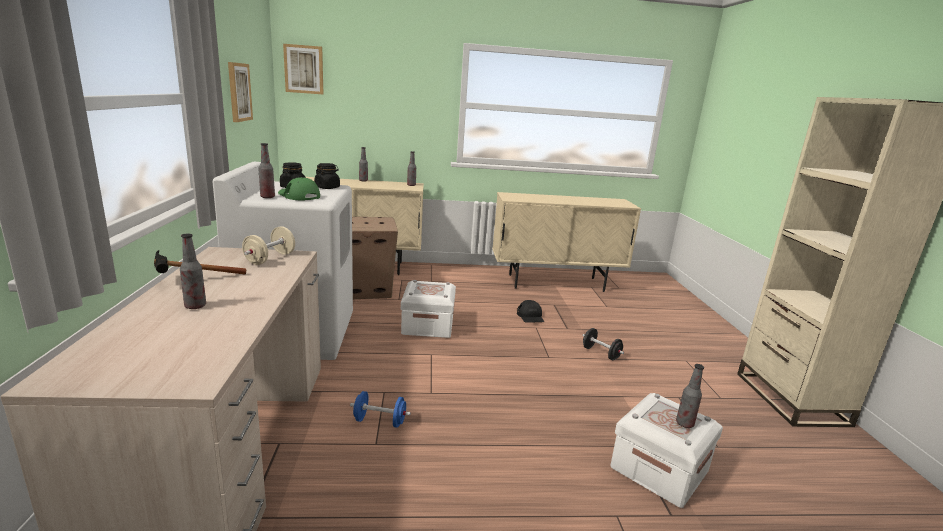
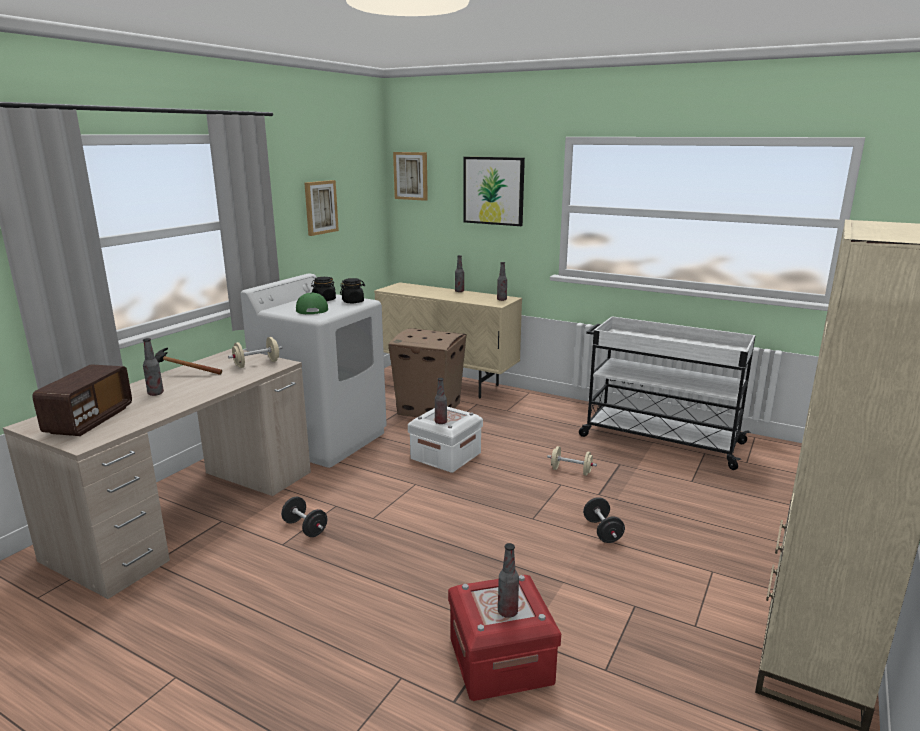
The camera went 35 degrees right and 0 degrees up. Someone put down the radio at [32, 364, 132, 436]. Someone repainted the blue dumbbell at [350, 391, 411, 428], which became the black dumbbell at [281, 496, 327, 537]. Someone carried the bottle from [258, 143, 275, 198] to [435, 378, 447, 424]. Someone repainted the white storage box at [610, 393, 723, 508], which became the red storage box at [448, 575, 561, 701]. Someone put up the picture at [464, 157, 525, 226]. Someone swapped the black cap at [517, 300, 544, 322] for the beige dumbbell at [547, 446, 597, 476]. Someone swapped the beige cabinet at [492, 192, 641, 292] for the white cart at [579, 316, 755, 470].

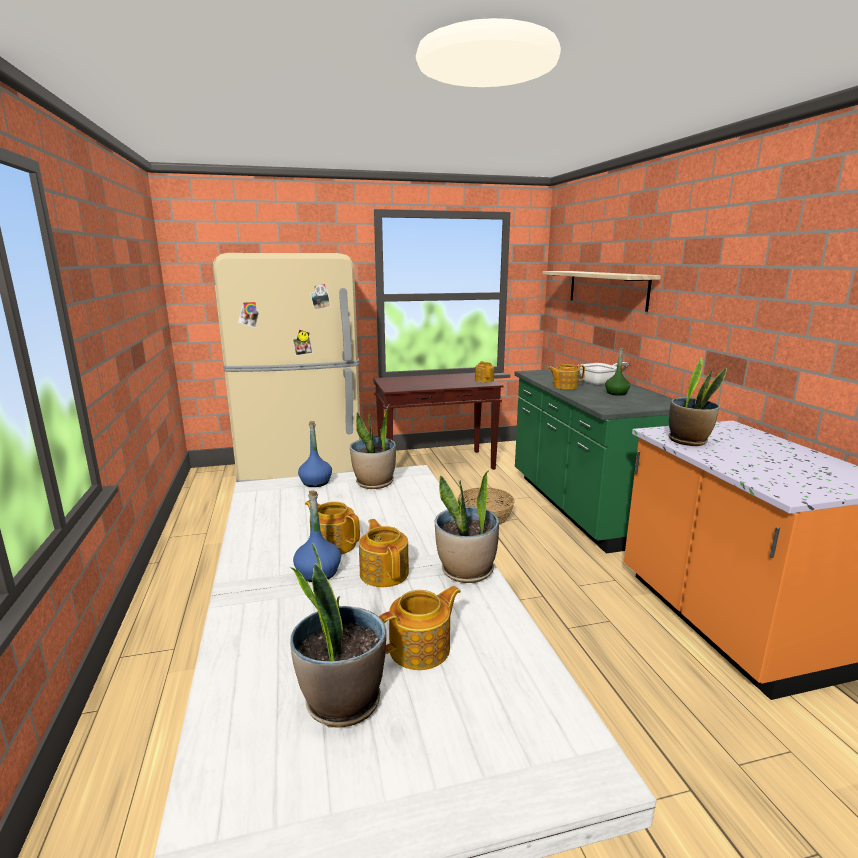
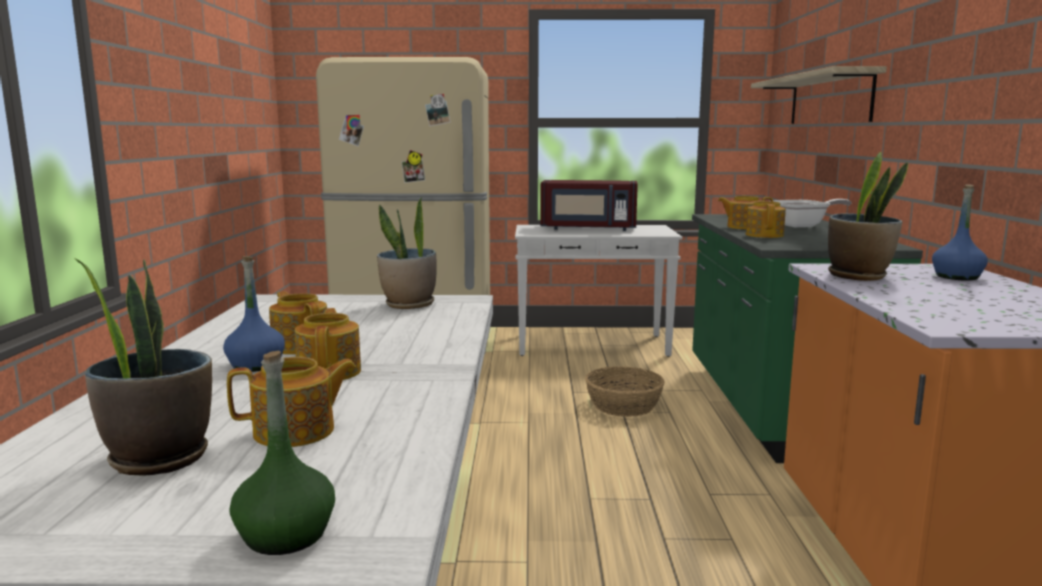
The camera went 15 degrees right and 5 degrees down. Someone carried the green bottle from [605, 348, 630, 396] to [229, 351, 335, 555]. Someone repainted the brown console table at [373, 373, 504, 470], which became the white console table at [515, 225, 682, 357]. Someone put down the red microwave at [540, 180, 638, 231]. Someone carried the teapot from [475, 361, 494, 382] to [746, 201, 786, 238]. Someone carried the blue bottle from [298, 421, 332, 487] to [932, 184, 988, 281]. Someone took away the potted plant at [435, 471, 499, 583].

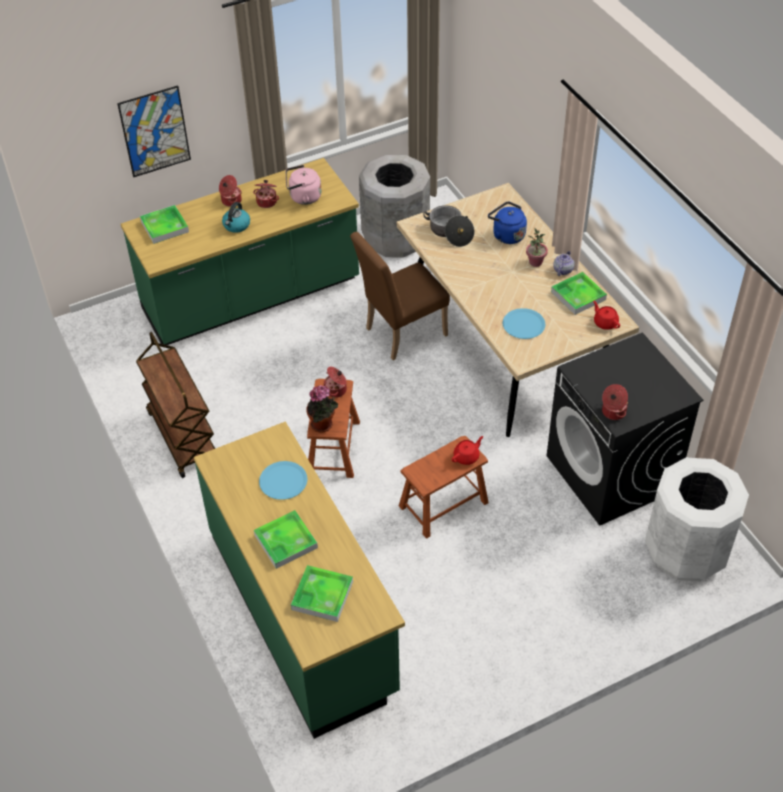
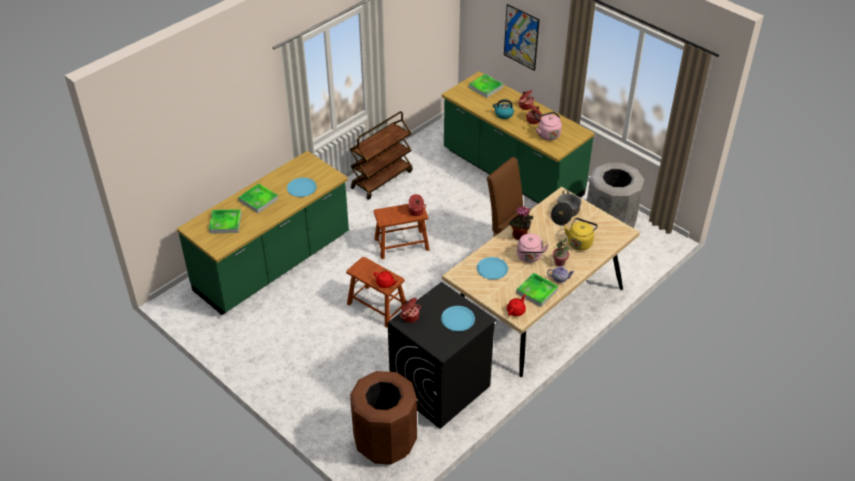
The camera went 70 degrees right and 5 degrees down. Someone repainted the white trash can at [645, 458, 749, 581], which became the brown trash can at [350, 371, 417, 464]. Someone put down the blue plate at [441, 306, 475, 331]. Someone carried the potted plant from [306, 385, 338, 433] to [508, 206, 533, 240]. Someone put down the pink kettle at [517, 234, 549, 263]. Someone repainted the blue kettle at [488, 201, 527, 244], which became the yellow kettle at [564, 218, 598, 250].

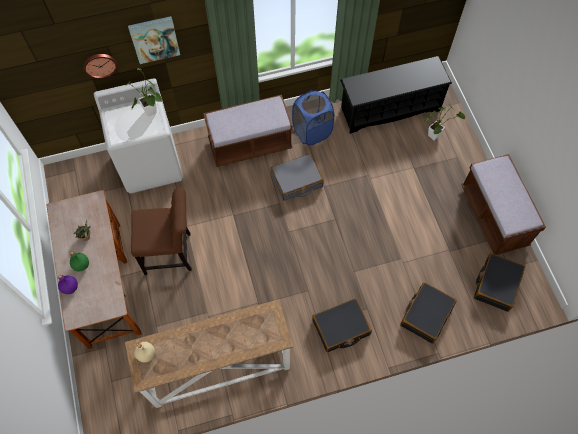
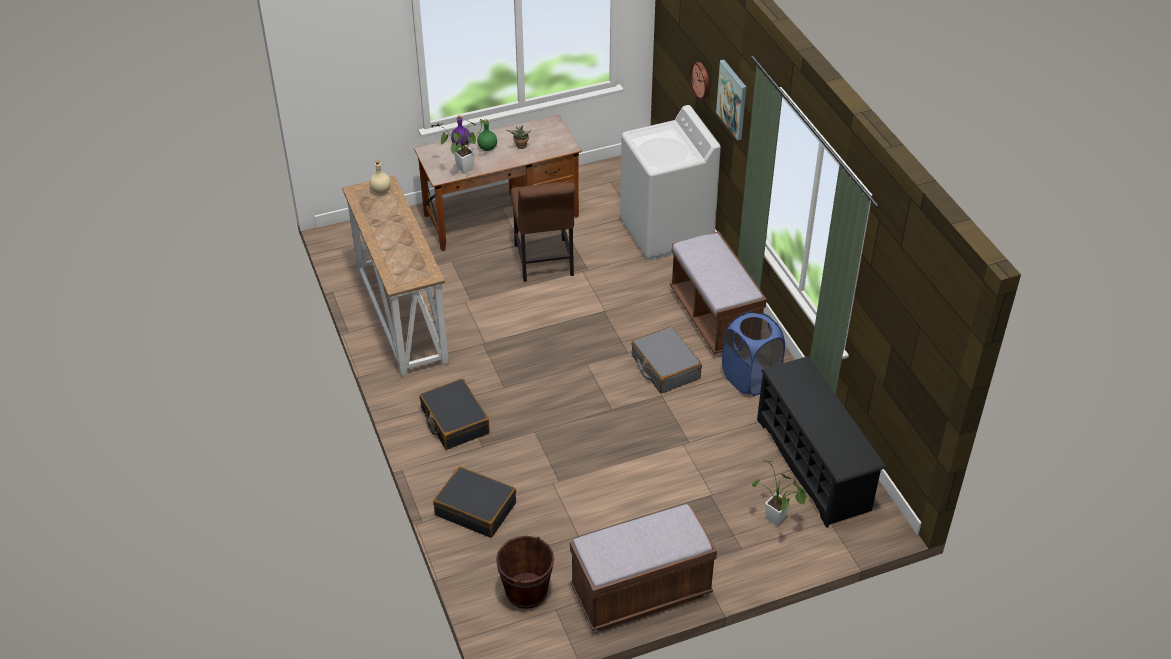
The camera went 85 degrees right and 20 degrees down. Someone carried the potted plant from [125, 68, 162, 117] to [431, 119, 488, 174]. Someone swapped the black suitcase at [474, 253, 525, 312] for the brown bucket at [496, 536, 554, 609].

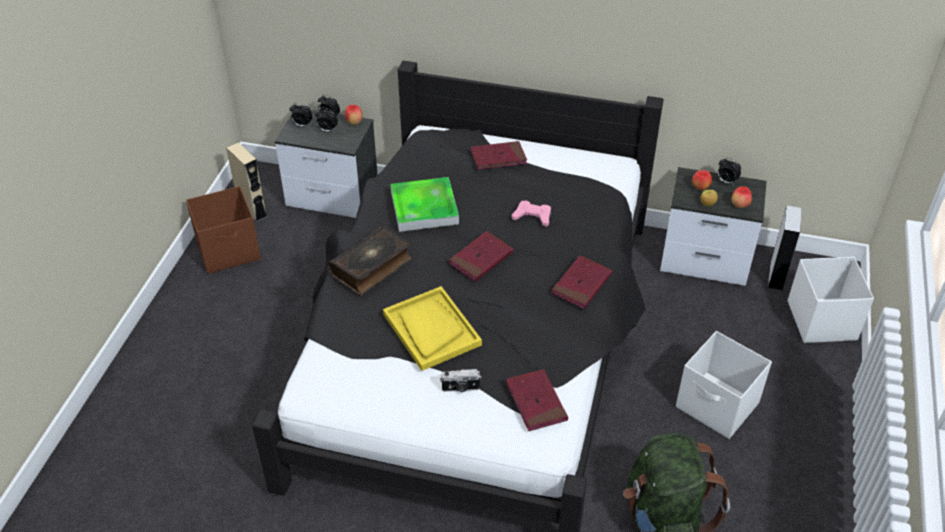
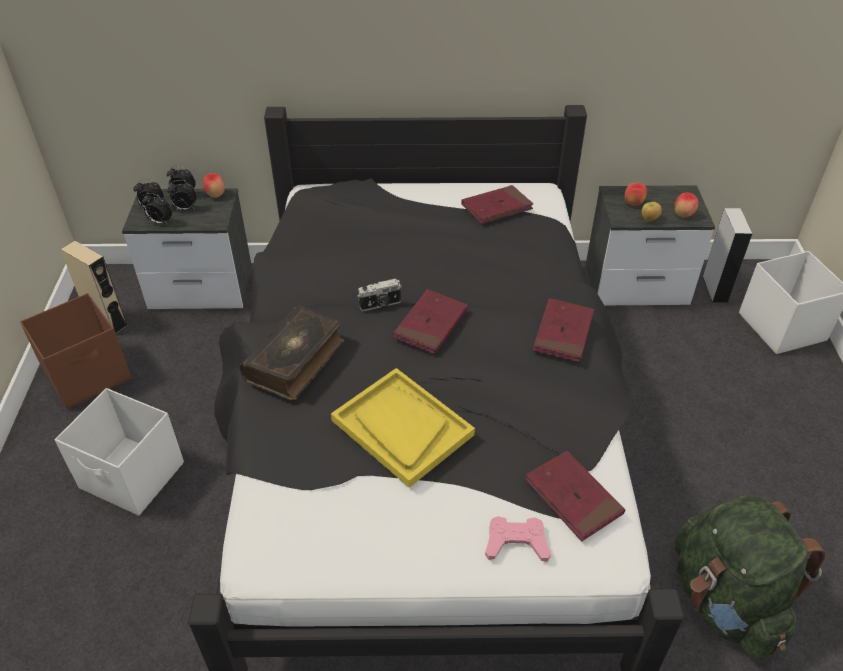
The camera went 15 degrees left and 0 degrees up. Someone carried the white storage box from [676, 331, 772, 439] to [55, 388, 184, 516]. Someone carried the alarm clock from [717, 158, 741, 184] to [142, 193, 172, 225]. Someone carried the photo camera from [440, 369, 481, 392] to [357, 279, 402, 311]. Someone carried the red book from [471, 141, 527, 170] to [461, 185, 533, 224]. Someone carried the pink game controller from [512, 201, 551, 226] to [485, 516, 551, 562]. Someone took away the tray at [391, 177, 459, 232].

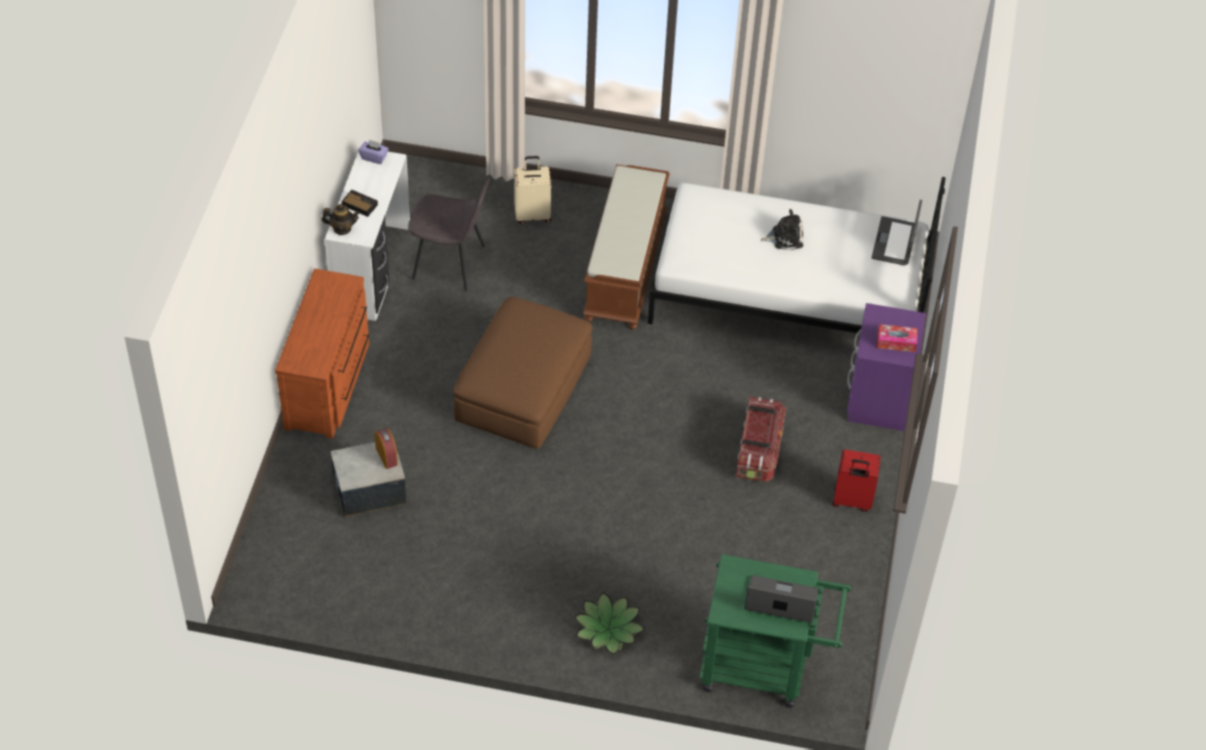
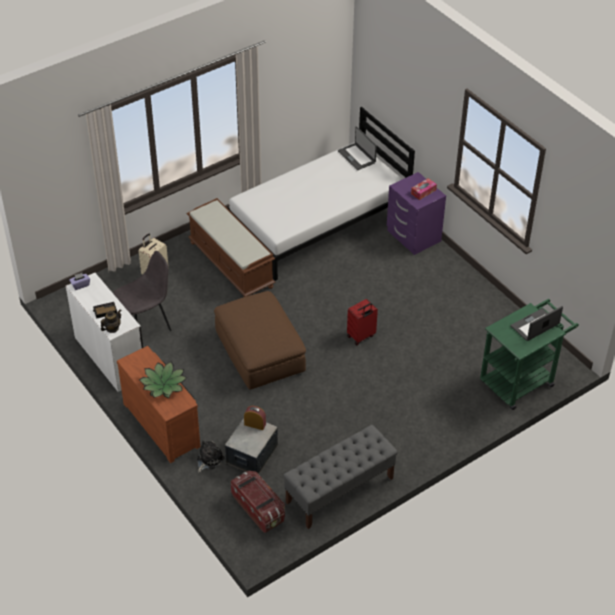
The camera went 45 degrees left and 5 degrees down. Someone carried the potted plant from [574, 592, 645, 654] to [139, 362, 187, 398]. Someone carried the plush toy from [760, 209, 804, 250] to [197, 440, 225, 472]. Someone carried the storage box from [736, 397, 786, 482] to [231, 471, 285, 533]. Someone put down the grey bench at [283, 425, 398, 529]. Someone carried the red suitcase from [832, 450, 881, 512] to [347, 299, 378, 345].

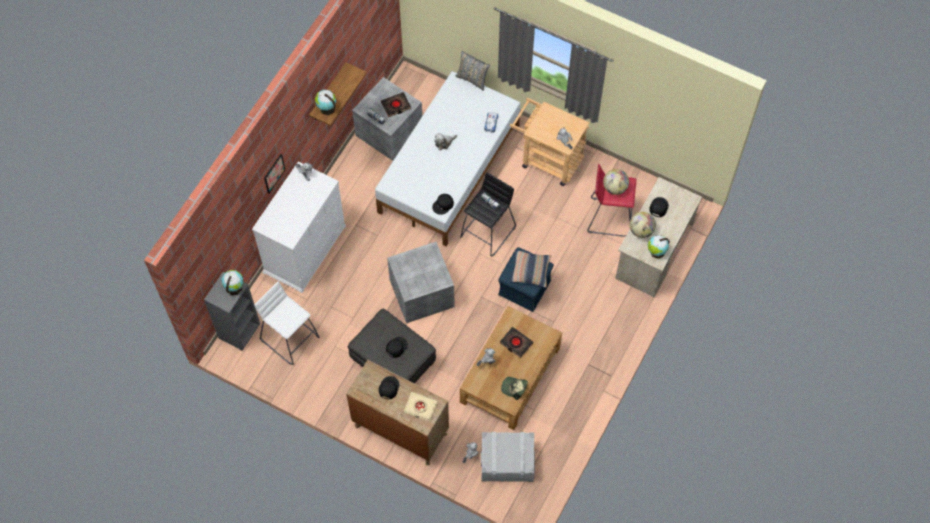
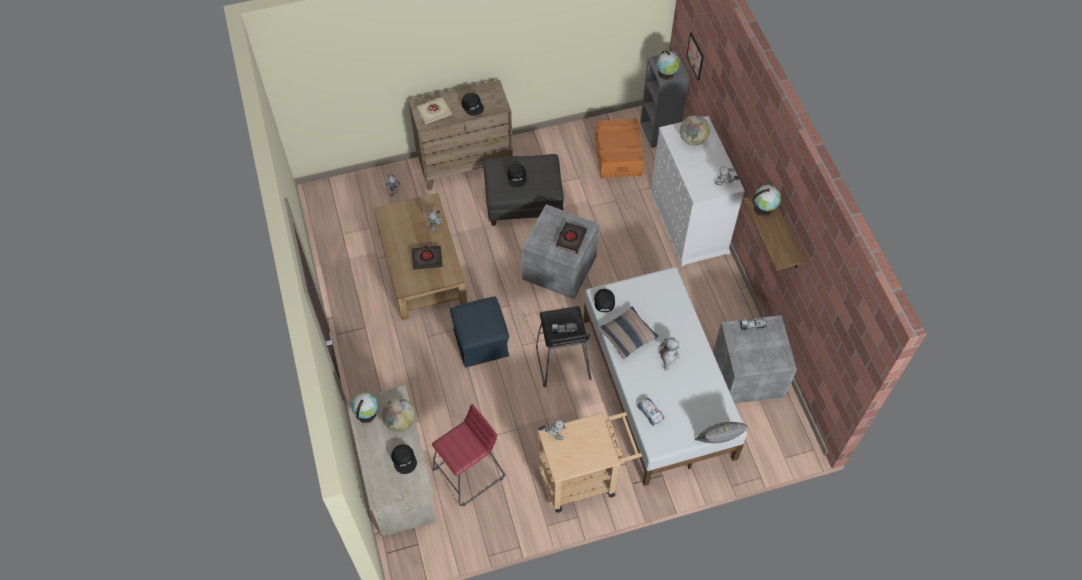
The camera went 135 degrees right and 5 degrees down. Someone carried the black book from [381, 92, 411, 117] to [556, 222, 587, 254]. Someone swapped the white stool at [254, 282, 320, 365] for the orange storage box at [595, 118, 644, 179]. Someone carried the pillow from [509, 250, 551, 288] to [597, 306, 659, 359]. Someone carried the globe from [603, 169, 629, 195] to [680, 115, 710, 146]. Someone carried the picture from [264, 154, 285, 193] to [686, 33, 704, 81]. Someone took away the grey storage box at [481, 432, 535, 482]. Someone took away the cap at [501, 377, 528, 400].

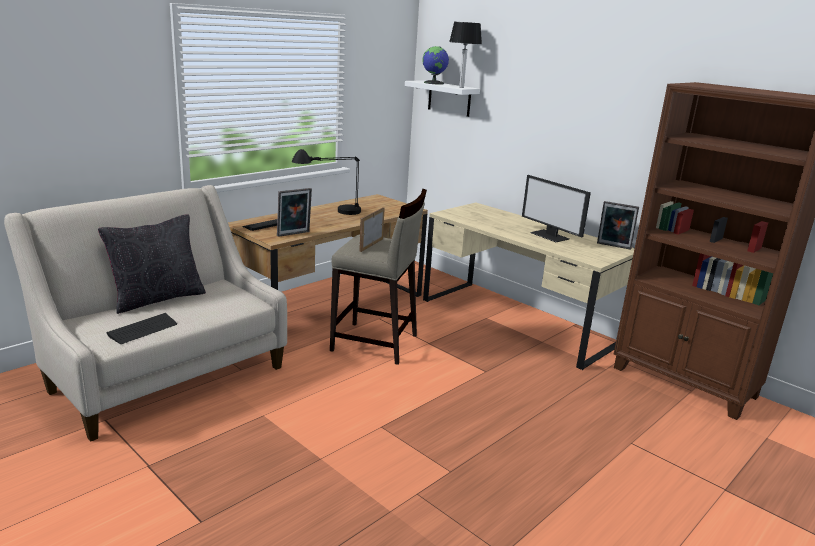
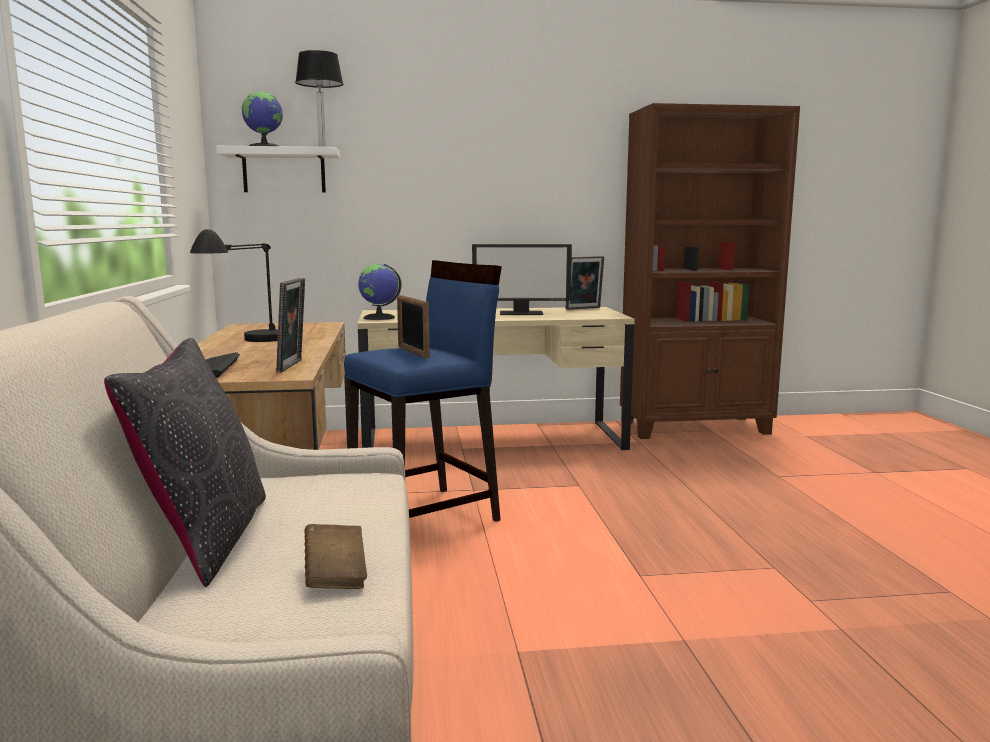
The camera went 50 degrees left and 10 degrees down. Someone swapped the keyboard at [106, 313, 177, 344] for the brown book at [305, 524, 367, 589]. Someone repainted the beige stool at [330, 189, 427, 365], which became the blue stool at [344, 260, 502, 522]. Someone put down the globe at [358, 264, 402, 320].

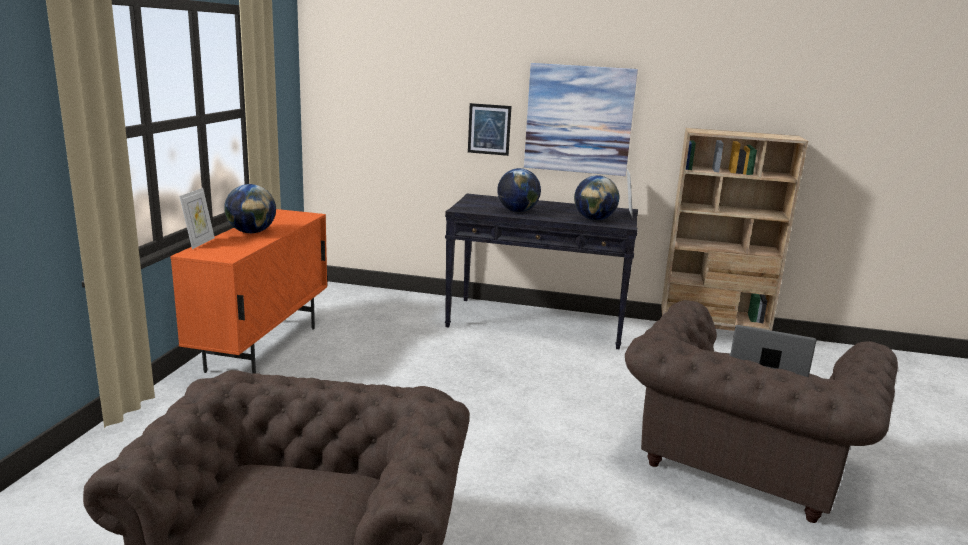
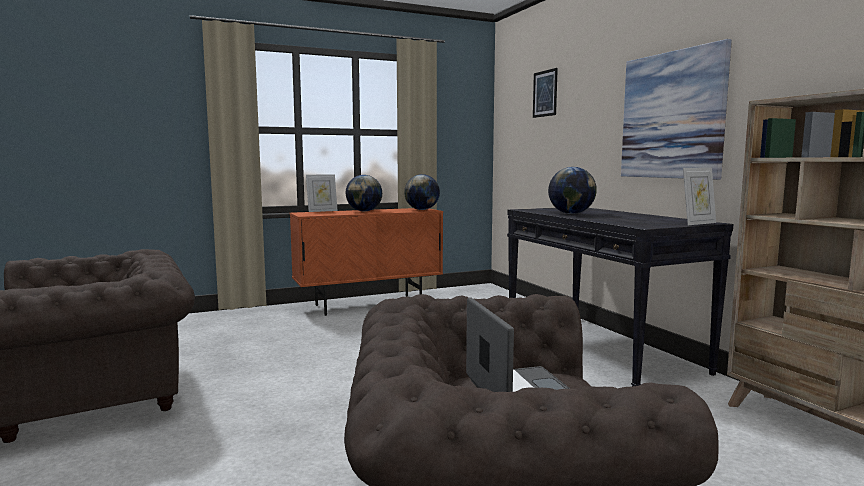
The camera went 55 degrees right and 10 degrees down. Someone carried the globe from [574, 175, 619, 220] to [404, 174, 440, 210]. Someone carried the picture from [468, 103, 511, 156] to [533, 68, 558, 118].

